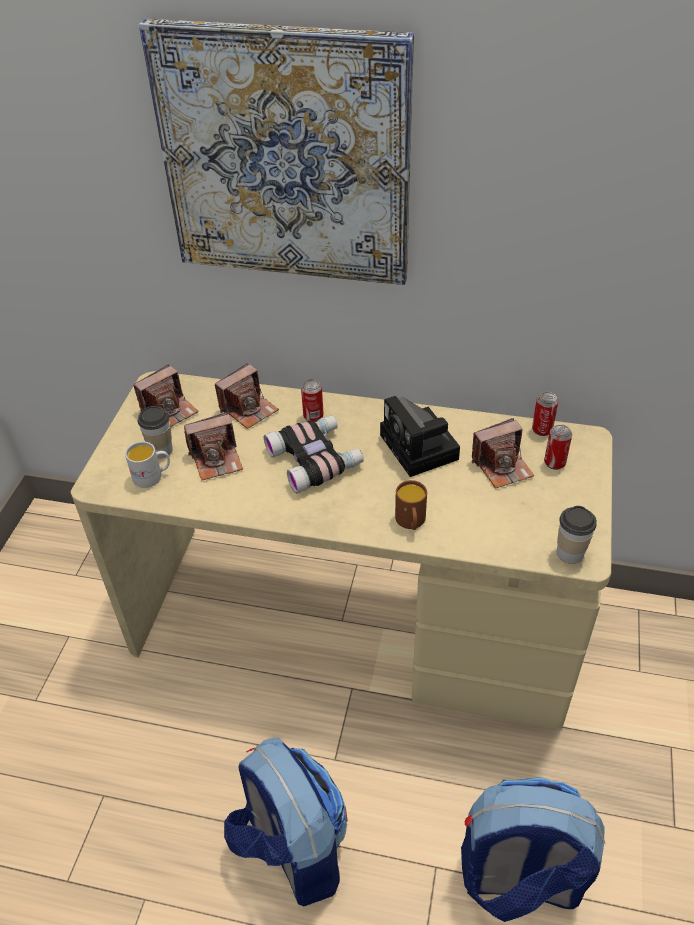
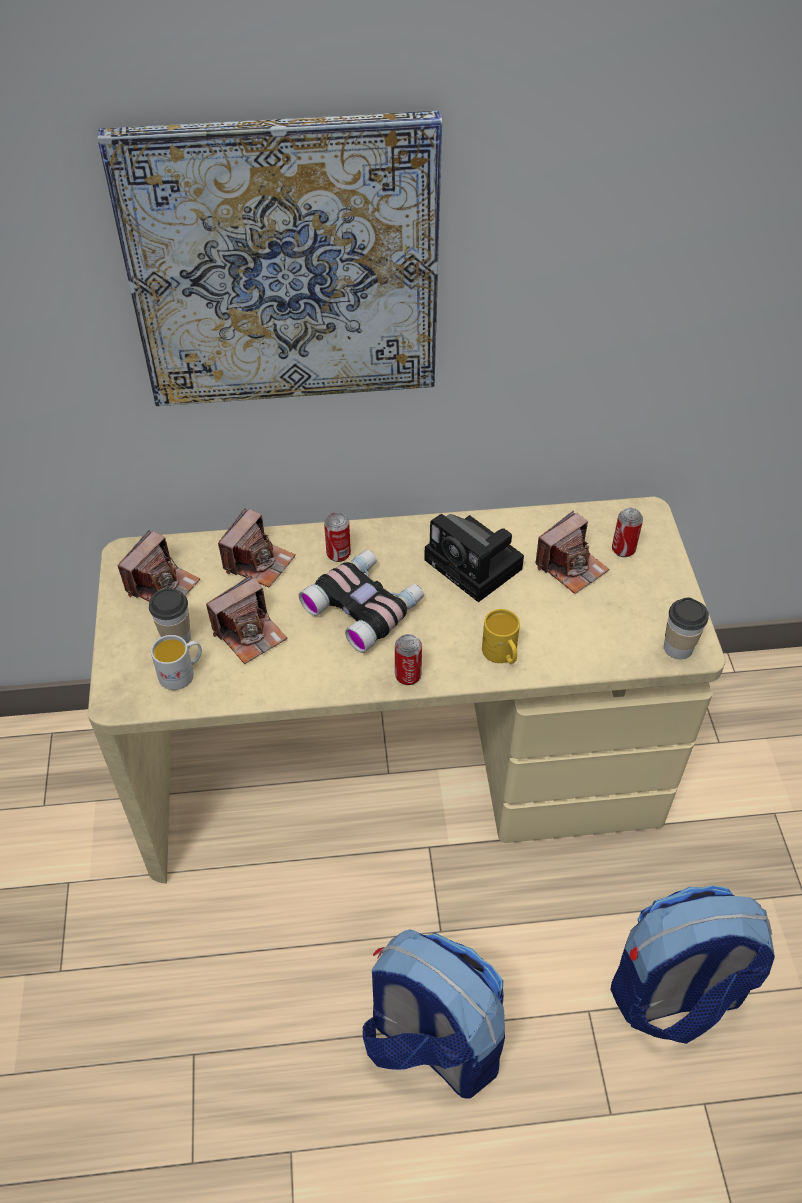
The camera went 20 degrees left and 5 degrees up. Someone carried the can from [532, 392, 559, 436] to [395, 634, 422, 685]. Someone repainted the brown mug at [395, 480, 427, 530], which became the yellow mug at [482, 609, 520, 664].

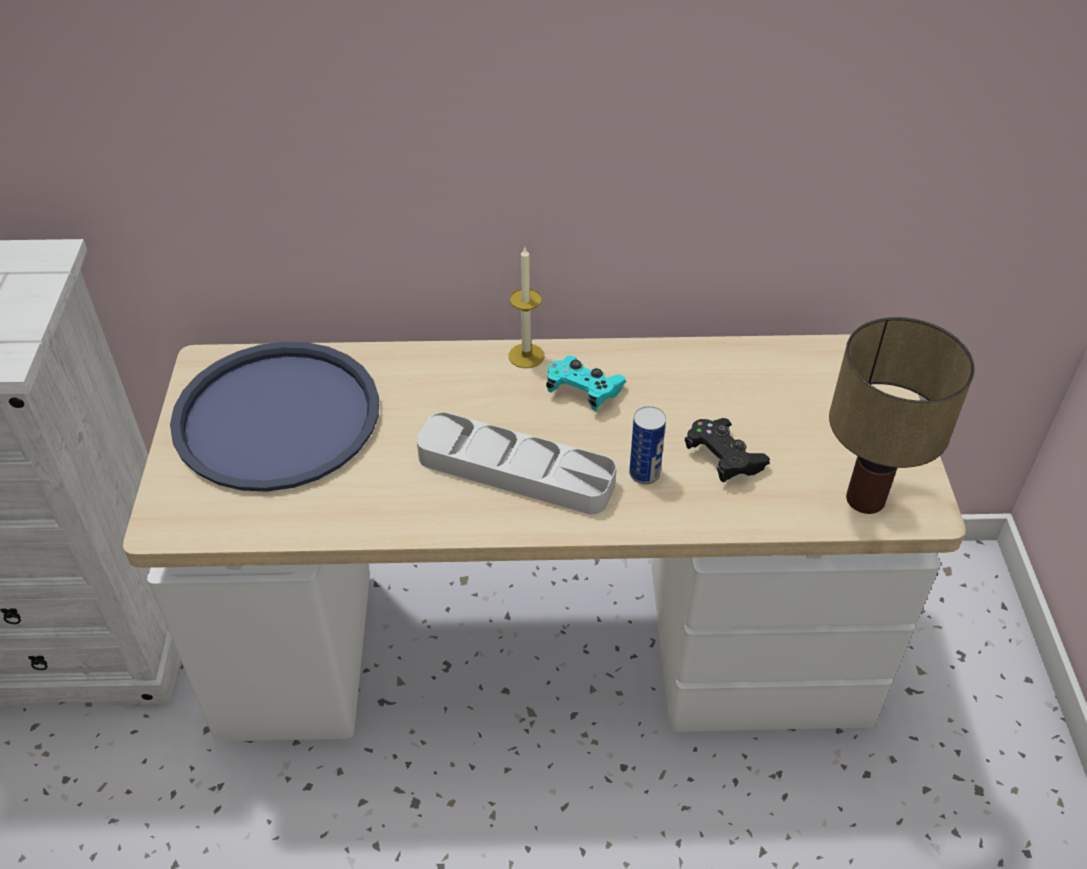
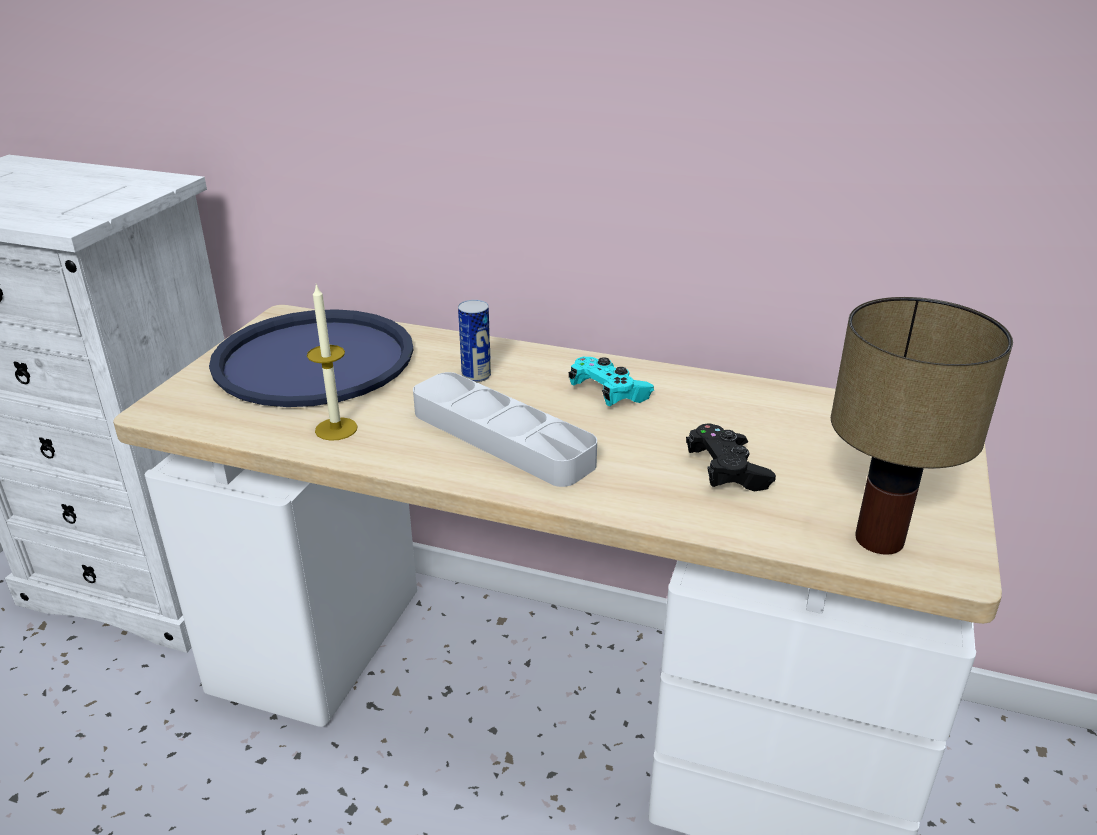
The camera went 20 degrees right and 15 degrees down. Someone carried the candle from [509, 247, 544, 368] to [307, 284, 358, 441]. Someone carried the can from [629, 406, 666, 484] to [458, 300, 491, 382].

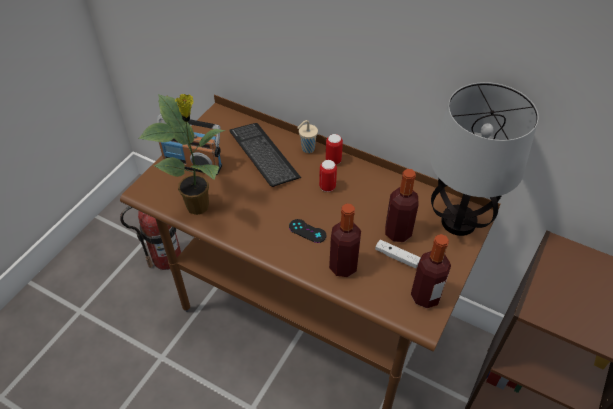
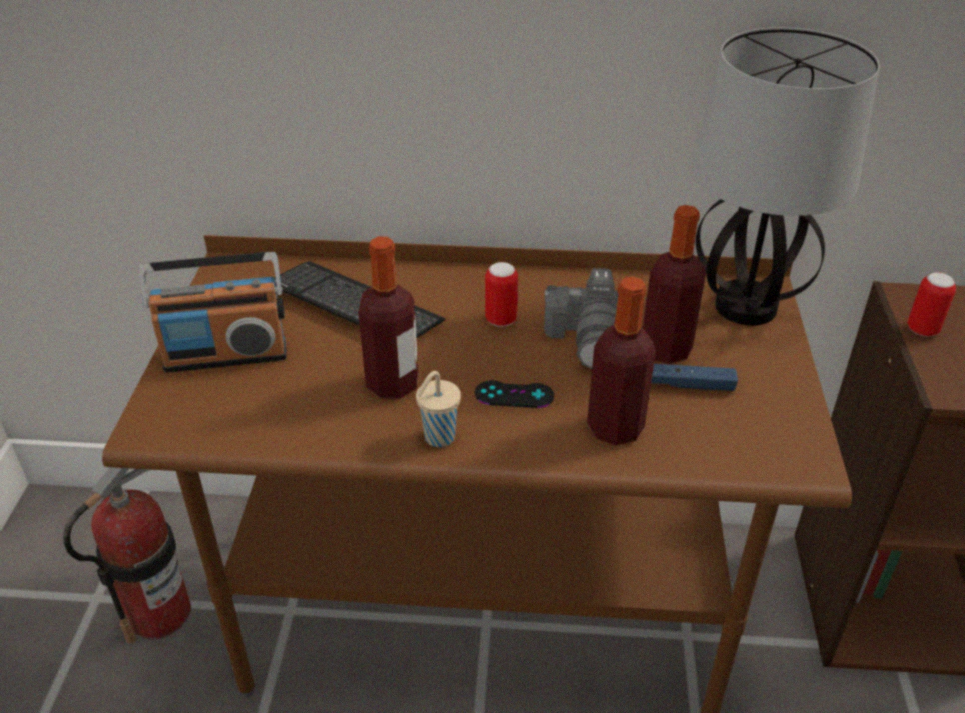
The camera went 25 degrees left and 10 degrees down. Someone carried the bottle from [411, 234, 451, 308] to [358, 237, 418, 399]. Someone carried the beige cup from [297, 120, 318, 153] to [416, 371, 461, 447]. Someone put down the photo camera at [544, 268, 619, 369]. Someone repainted the white game controller at [375, 240, 421, 268], which became the blue game controller at [651, 364, 738, 391]. Someone carried the can from [326, 134, 343, 165] to [907, 272, 956, 337]. Someone took away the potted plant at [138, 94, 225, 215].

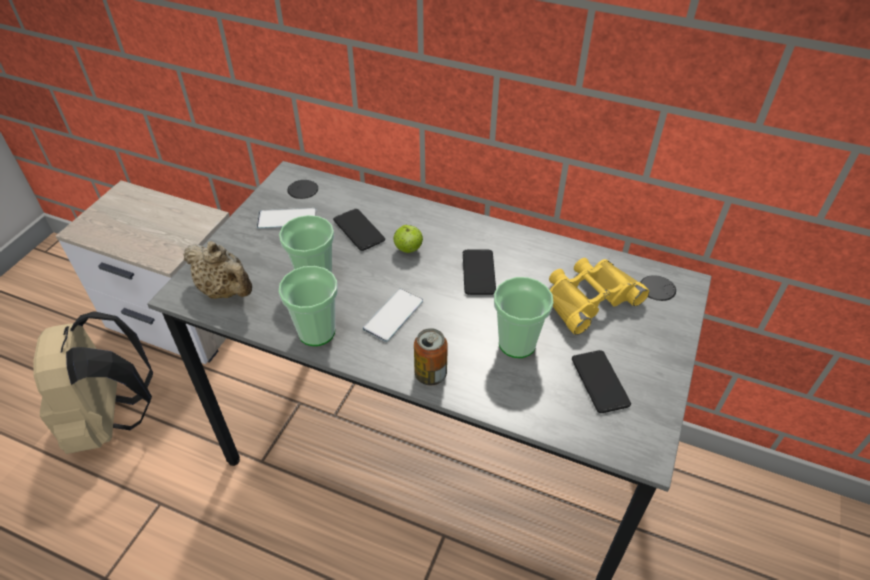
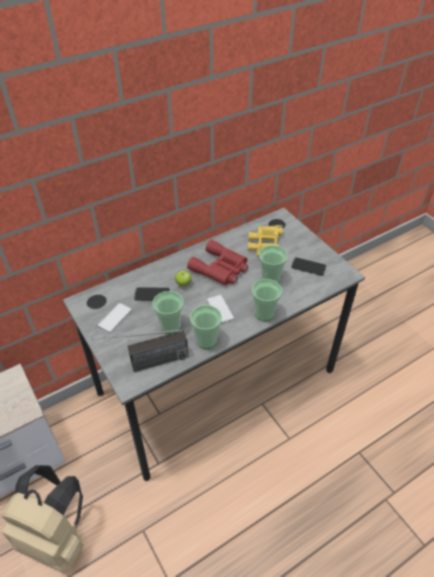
The camera went 55 degrees left and 0 degrees up. Someone swapped the beige teapot at [183, 241, 252, 299] for the radio at [91, 329, 188, 372]. Someone swapped the phone at [463, 250, 496, 295] for the red binoculars at [187, 240, 248, 285]. Someone swapped the can at [414, 328, 448, 386] for the cup at [252, 279, 282, 321].

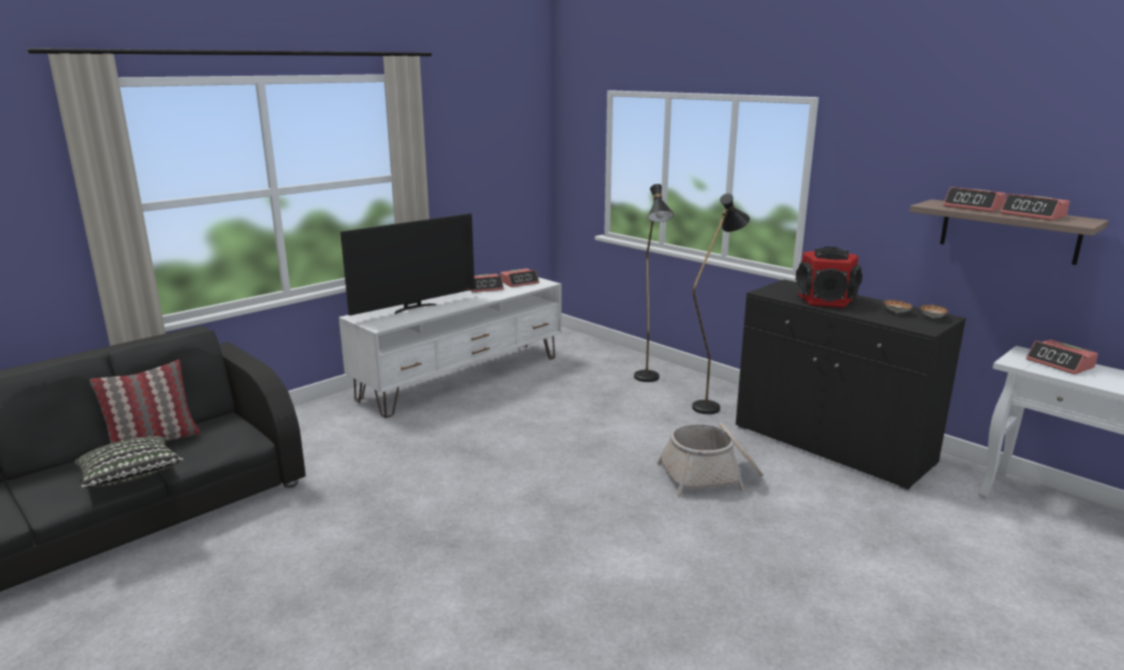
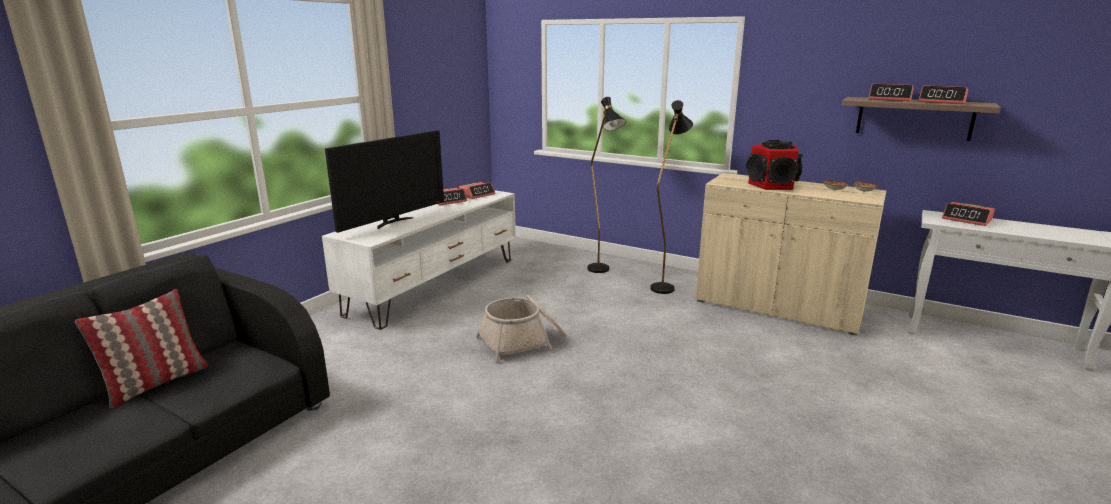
The camera went 15 degrees left and 0 degrees up. Someone carried the basket from [657, 423, 763, 497] to [476, 295, 567, 363]. Someone repainted the black cabinet at [736, 279, 966, 491], which became the beige cabinet at [696, 173, 887, 336]. Someone took away the pillow at [75, 436, 184, 488].

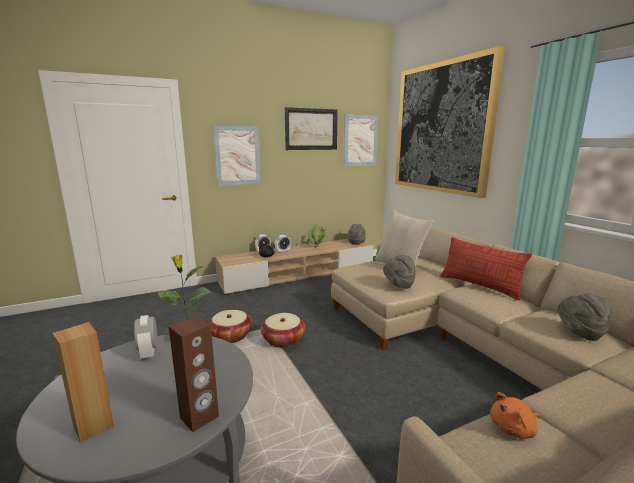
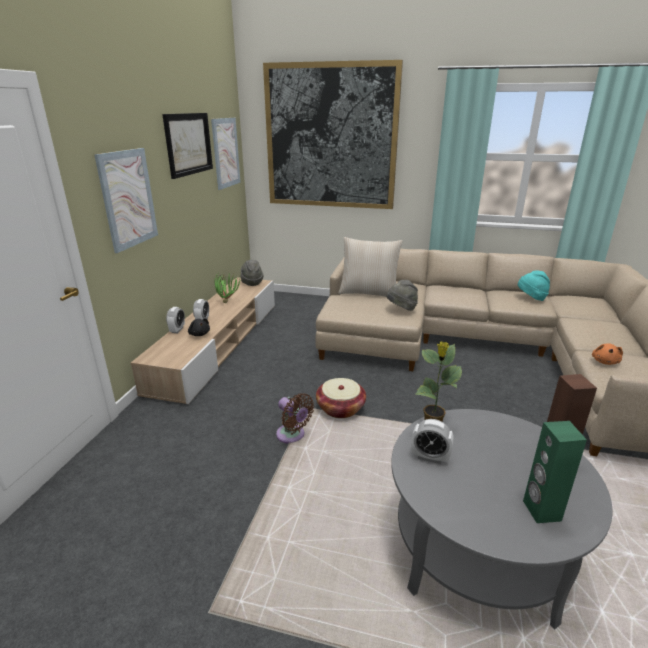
The camera went 50 degrees left and 10 degrees up. Someone swapped the basket at [208, 310, 252, 343] for the brown fan at [276, 393, 314, 444]. Someone repainted the grey hat at [558, 293, 611, 341], which became the turquoise hat at [518, 270, 550, 301]. Someone repainted the brown speaker at [53, 322, 114, 443], which became the green speaker at [523, 421, 587, 523]. Someone took away the pillow at [440, 237, 532, 300].

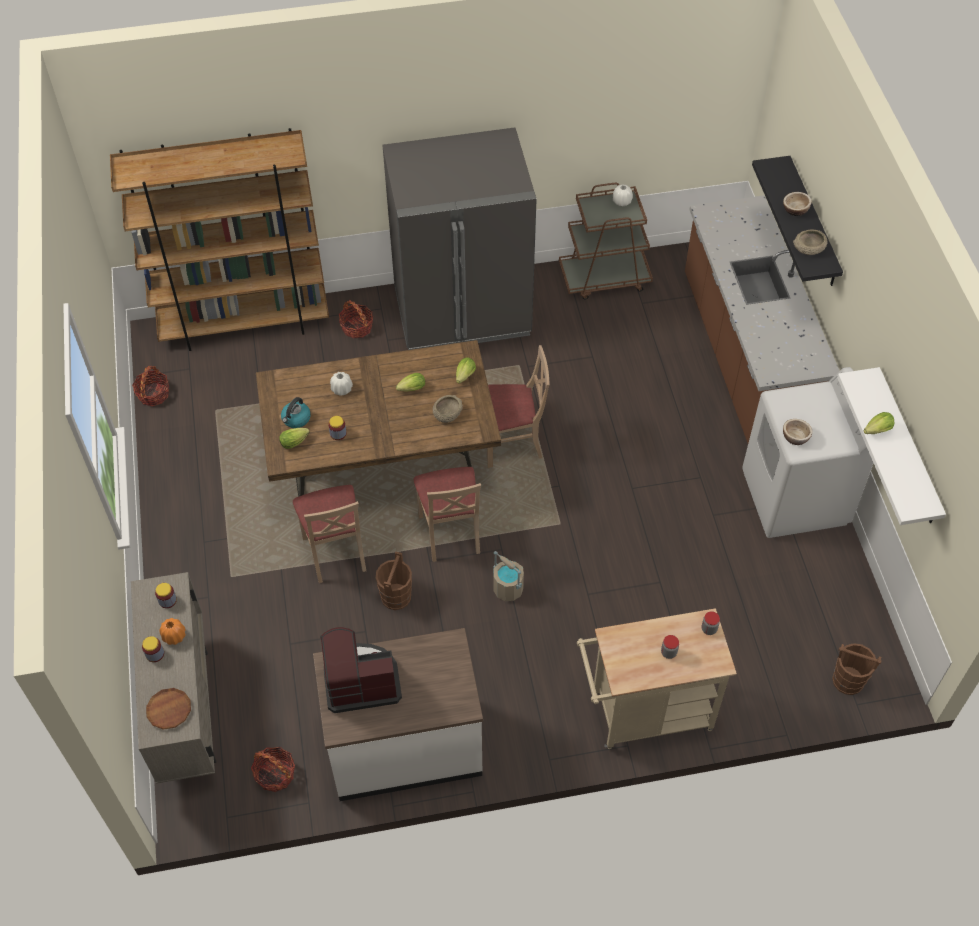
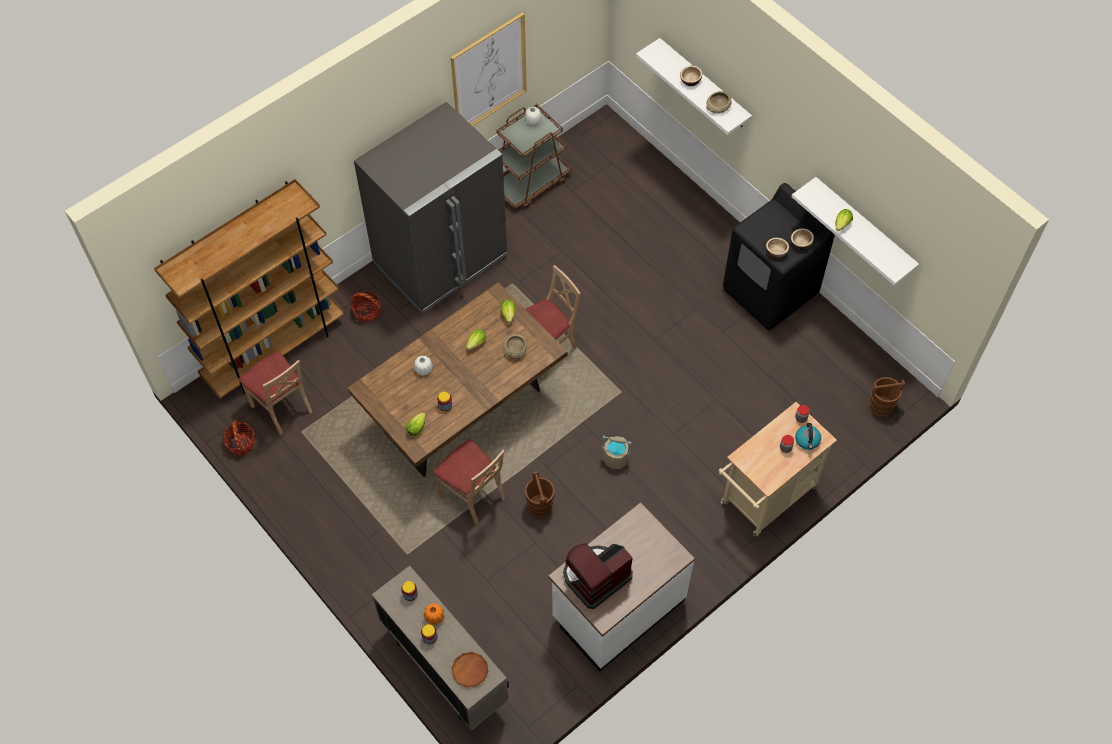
The camera went 30 degrees left and 5 degrees up. Someone carried the beige chair from [414, 467, 481, 562] to [238, 351, 312, 435]. Someone put up the picture at [451, 12, 527, 126]. Someone repainted the black shelf at [752, 156, 843, 286], which became the white shelf at [636, 38, 752, 135]. Someone repainted the white washing machine at [742, 367, 873, 538], which became the black washing machine at [723, 183, 835, 331]. Someone put down the bowl at [791, 229, 814, 250]. Someone carried the kettle from [281, 397, 311, 428] to [795, 423, 821, 450]. Someone took away the basket at [251, 747, 295, 792]. Someone took away the brown counter at [685, 195, 840, 443].

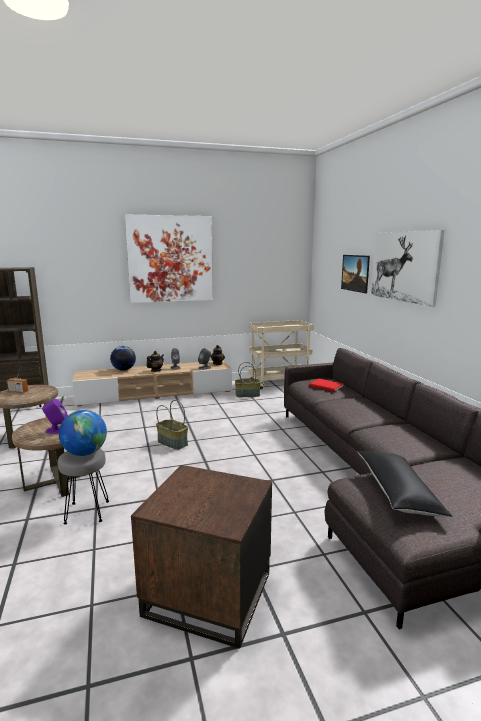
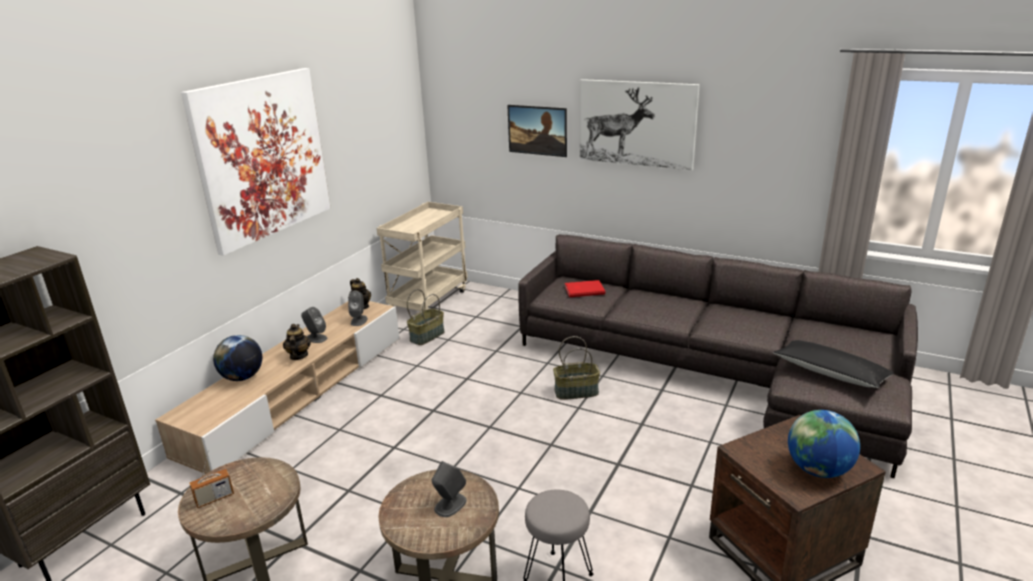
The camera went 45 degrees left and 10 degrees up. Someone repainted the purple speaker at [42, 399, 68, 434], which became the grey speaker at [432, 461, 467, 517]. Someone carried the basket from [156, 400, 188, 450] to [553, 336, 600, 400]. Someone carried the globe from [59, 410, 107, 456] to [788, 410, 860, 478].

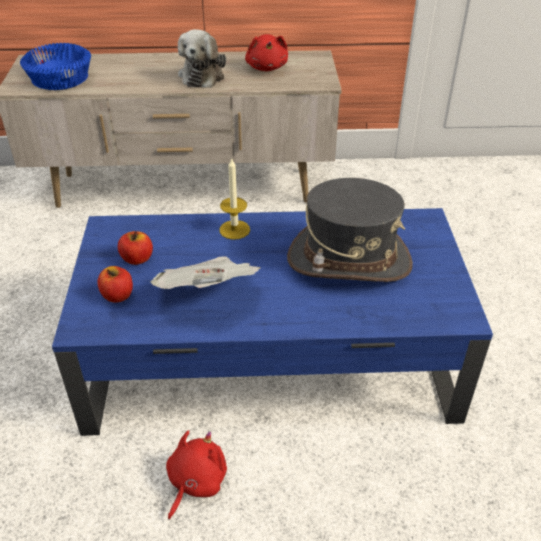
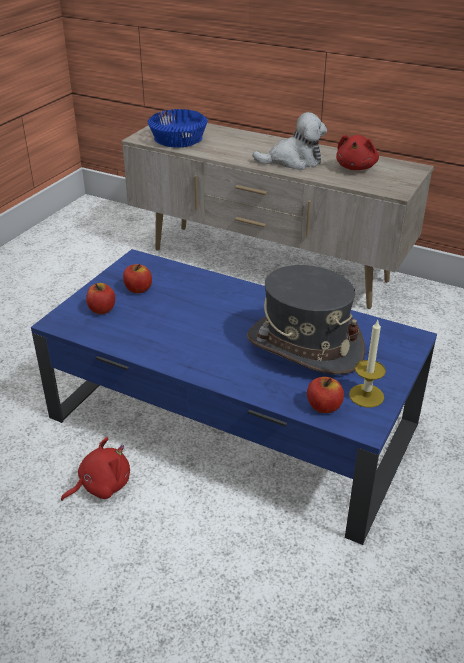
The camera went 30 degrees right and 5 degrees down. Someone rotated the plush toy at [178, 29, 226, 88] by 135 degrees counterclockwise. Someone put down the apple at [307, 377, 344, 413]. Someone carried the candle from [219, 157, 250, 240] to [349, 320, 386, 408]. Someone took away the newspaper at [151, 256, 261, 289].

